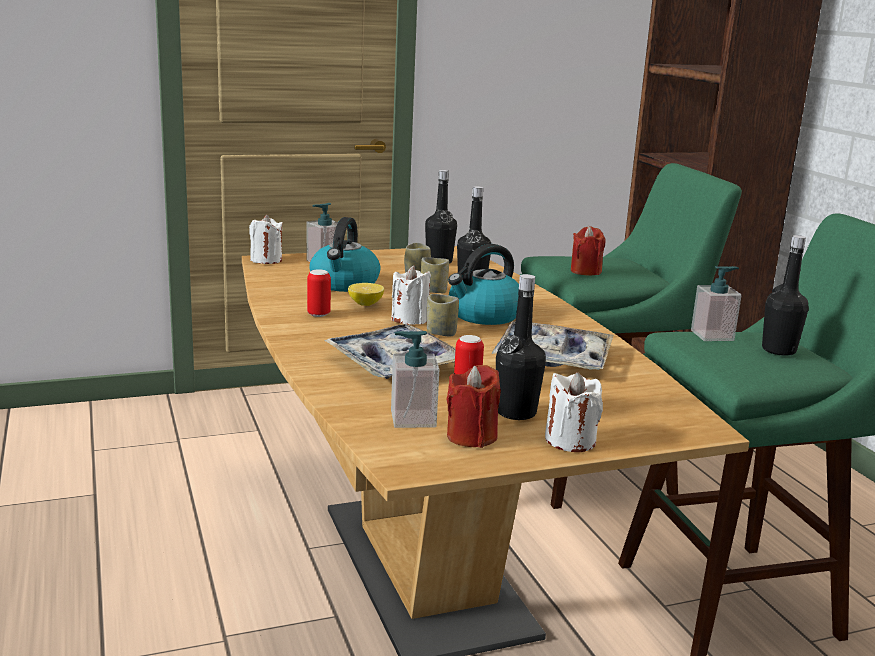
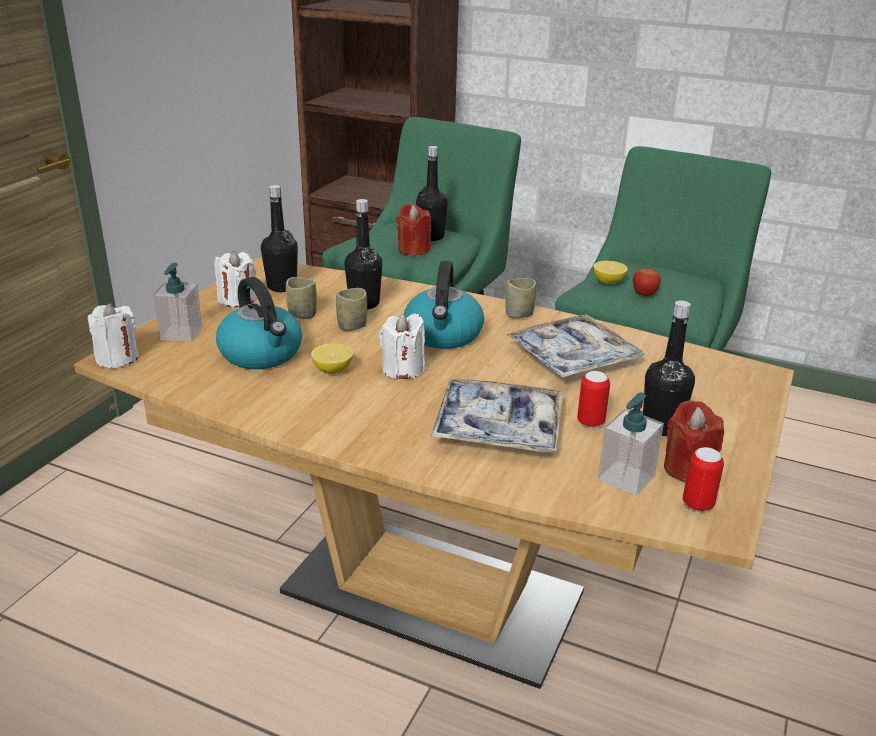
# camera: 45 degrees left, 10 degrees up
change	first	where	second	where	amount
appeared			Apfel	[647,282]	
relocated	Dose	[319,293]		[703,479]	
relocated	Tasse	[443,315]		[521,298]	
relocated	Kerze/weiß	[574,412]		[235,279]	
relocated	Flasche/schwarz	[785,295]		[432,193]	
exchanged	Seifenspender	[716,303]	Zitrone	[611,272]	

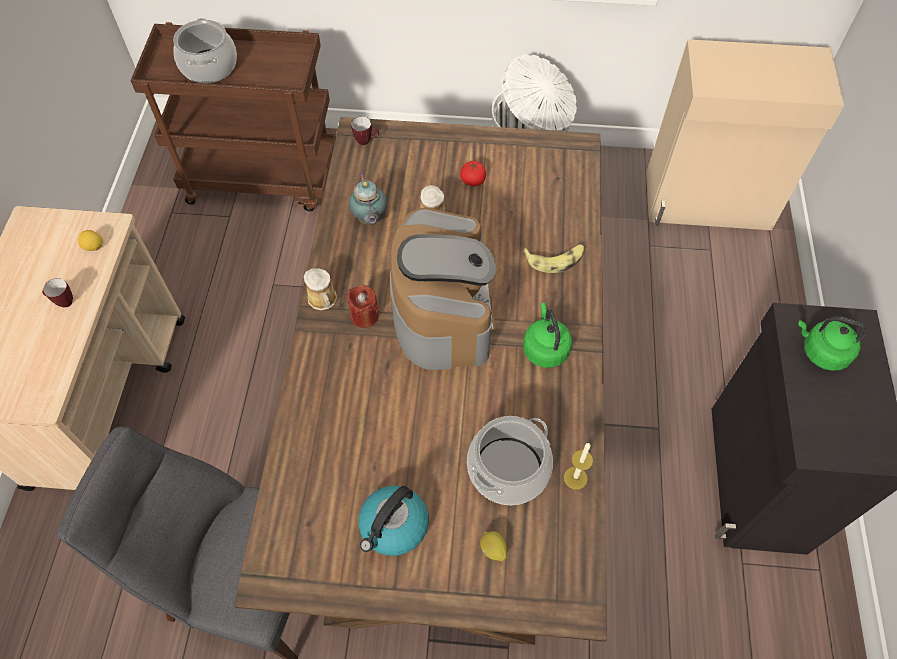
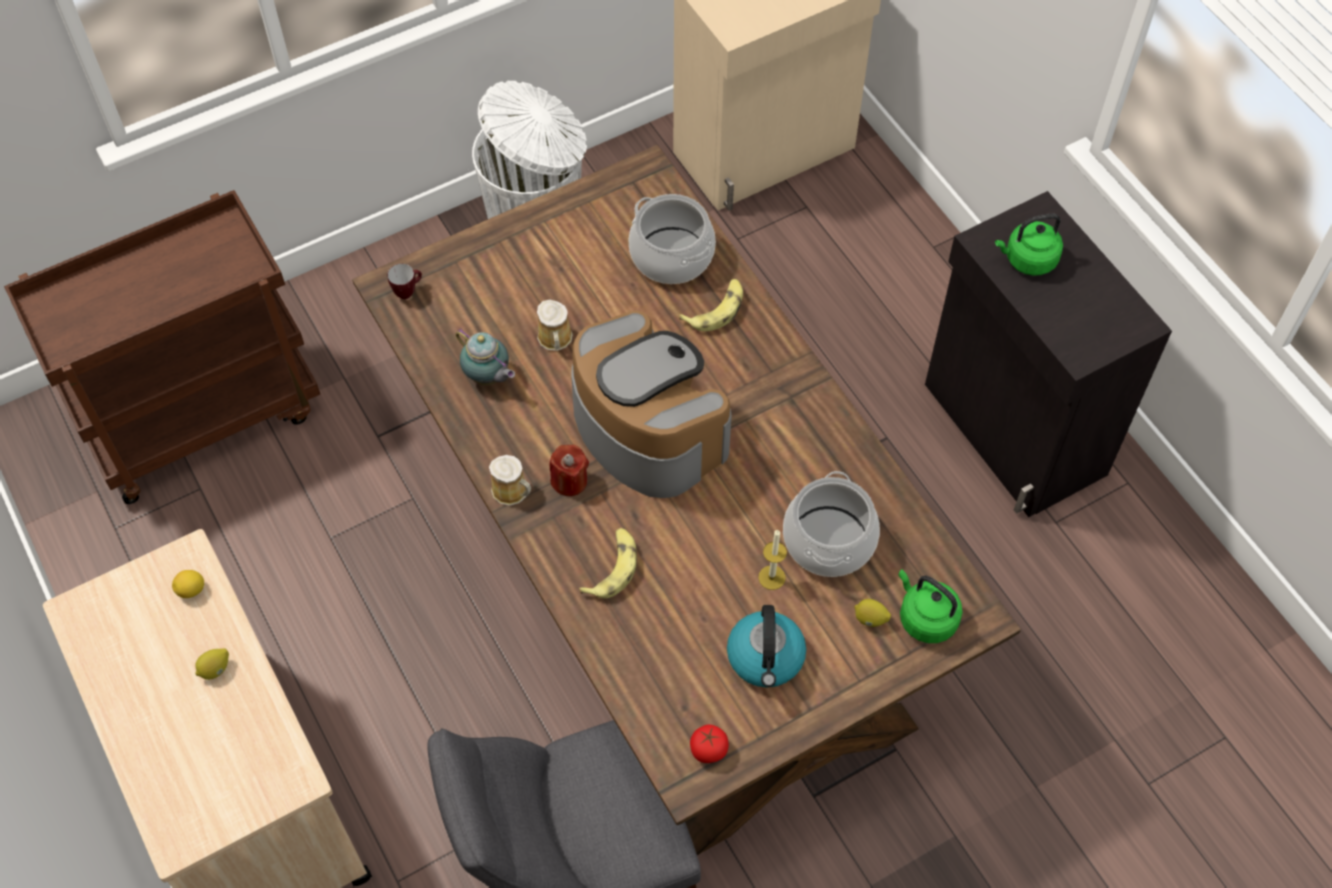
# camera: 35 degrees left, 0 degrees up
change	first	where	second	where	amount
appeared			Banane	[608,563]	
relocated	Kochtopf	[205,50]		[672,239]	
relocated	Tomate	[473,173]		[709,744]	
relocated	Wasserkessel/grün	[547,335]		[930,606]	
relocated	Kerze	[578,466]		[772,560]	
exchanged	Henkelbecher	[57,293]	Zitrone	[212,664]	

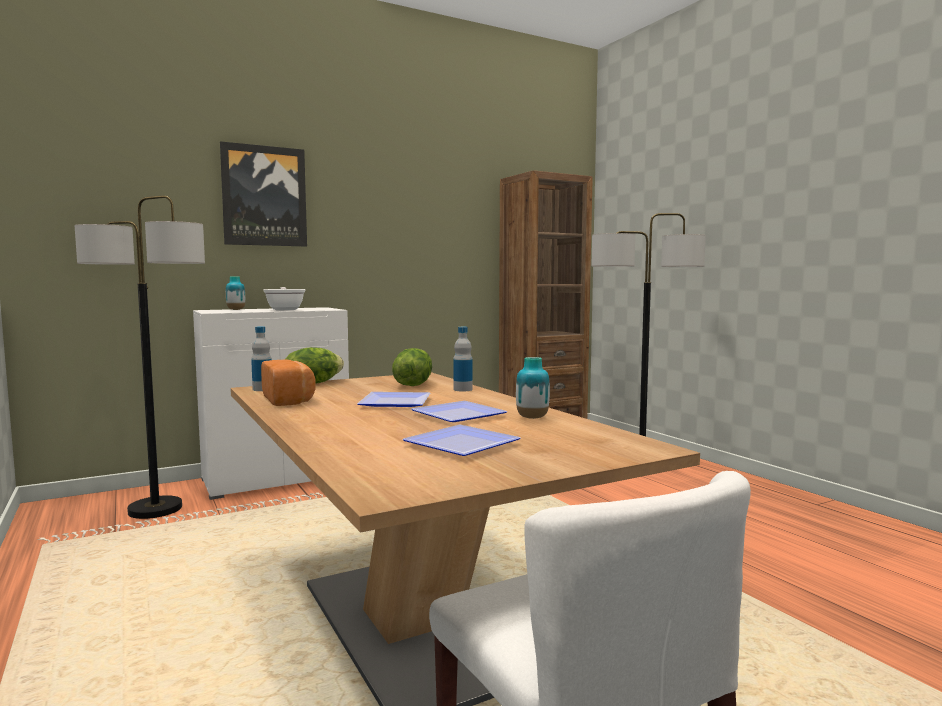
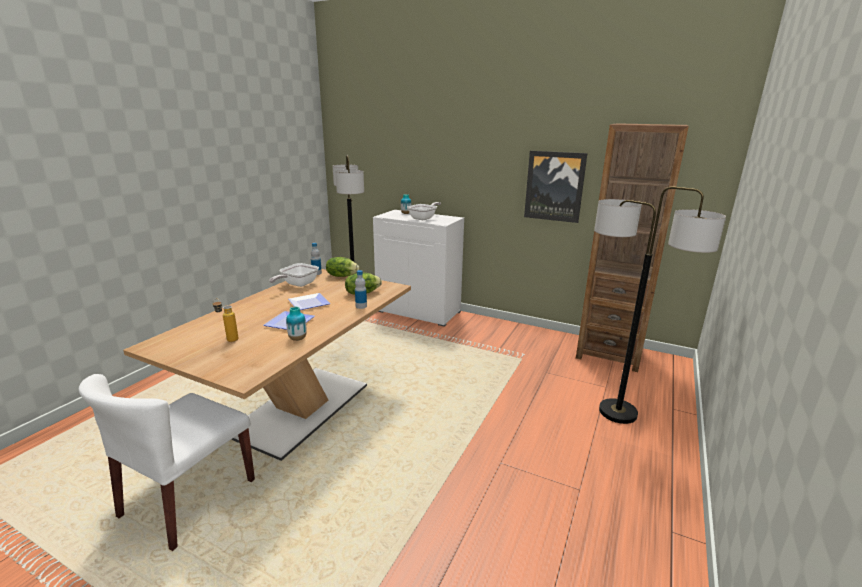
# camera: 55 degrees right, 15 degrees up
change	first	where	second	where	amount
relocated	Bild	[263,194]		[555,187]	
exchanged	Brot	[288,382]	Pfanne	[294,275]	
exchanged	Teller	[461,440]	Flasche	[226,320]	

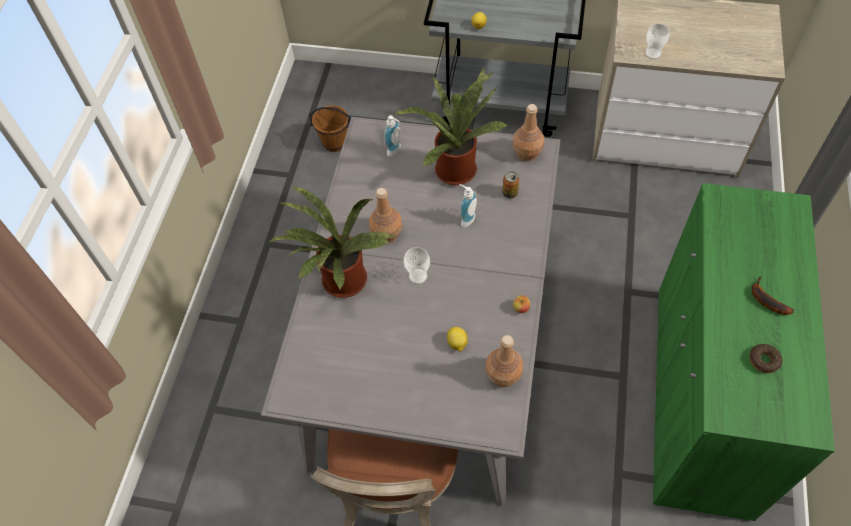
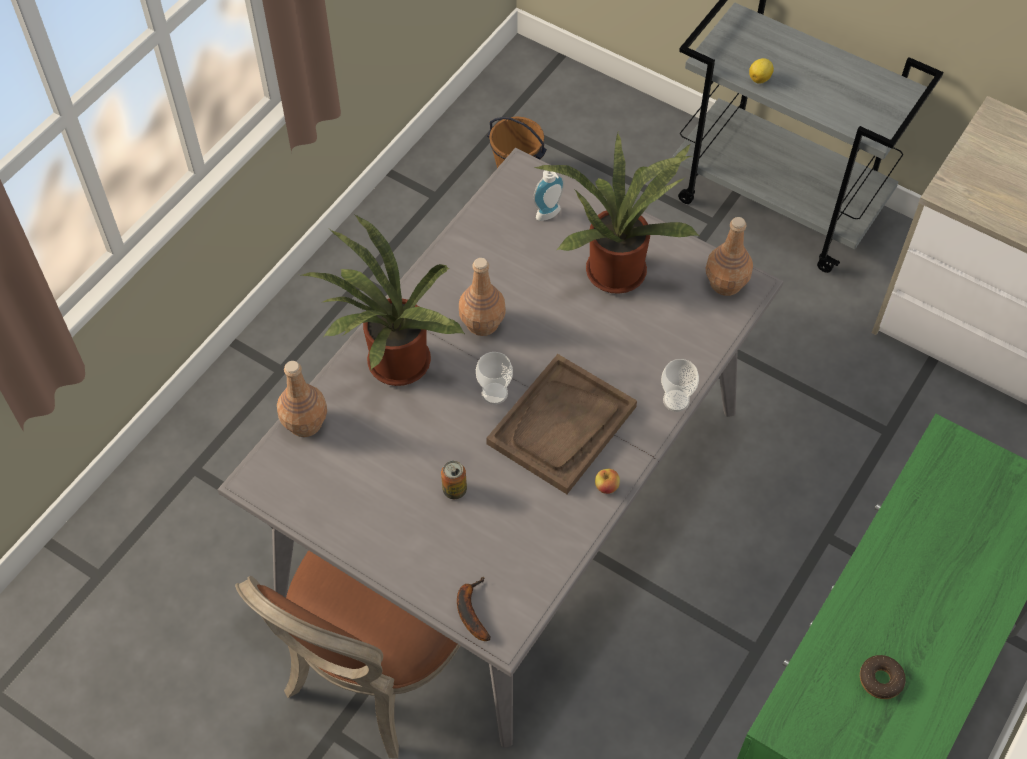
# camera: 20 degrees right, 0 degrees up
change	first	where	second	where	amount
missing	Zitrone	[457,339]			
missing	Seifenspender	[468,206]			
appeared			Tablett/braun	[561,424]	
relocated	Flasche/braun	[504,361]		[302,399]	
relocated	Dose	[510,184]		[454,480]	
relocated	Tasse	[657,41]		[680,385]	
relocated	Banane	[773,295]		[473,609]	

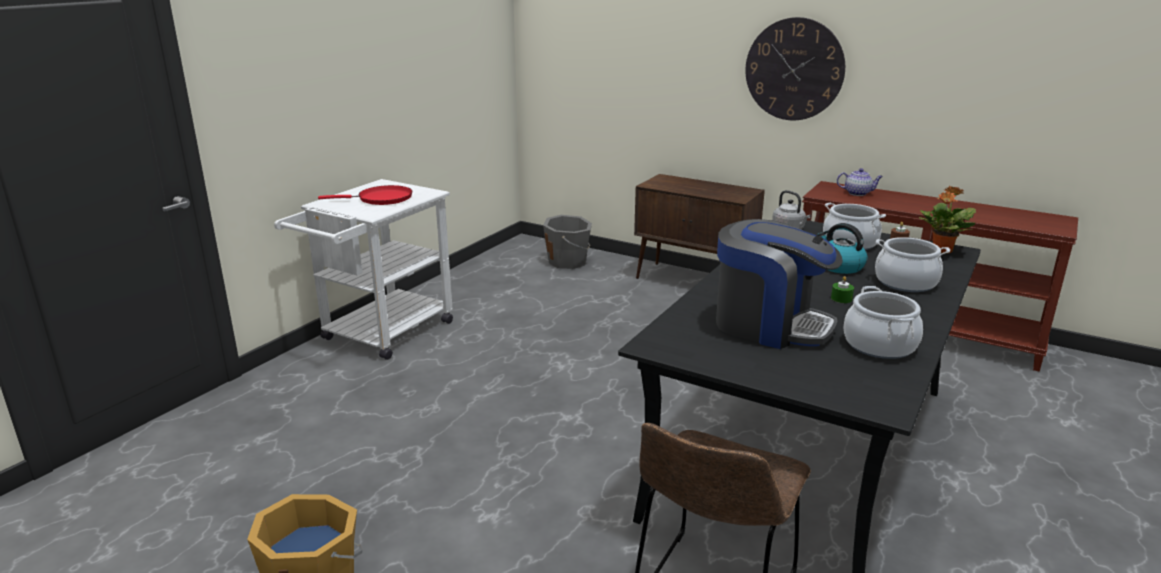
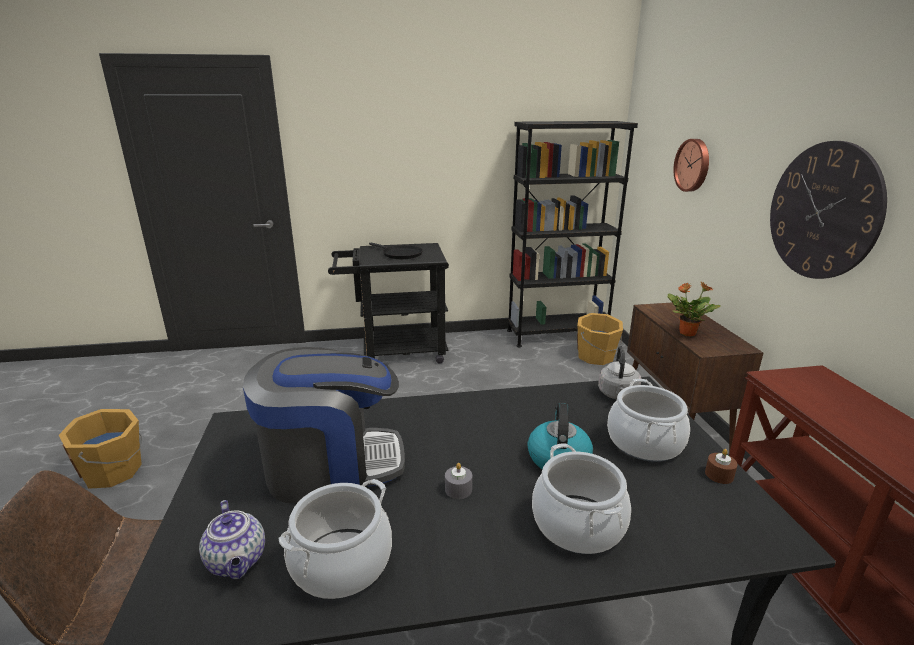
# camera: 50 degrees right, 0 degrees up
change	first	where	second	where	amount
appeared			Bücherregal/schwarz	[572,234]	
appeared			Wanduhr	[691,165]	
relocated	Teekanne	[860,182]		[232,539]	
relocated	Topfpflanze	[947,220]		[694,308]	
colour	Rollwagen/weiß	[363,269]	Rollwagen/schwarz	[388,303]	
colour	Pfanne/rot	[365,195]	Pfanne/schwarz	[396,251]	
colour	Eimer/grau	[567,242]	Eimer/orange	[600,339]	
colour	Kerze/grün	[842,289]	Kerze/grau	[458,481]	
spun	Kaffeemaschine	[779,284]		[324,425]	90 degrees counterclockwise

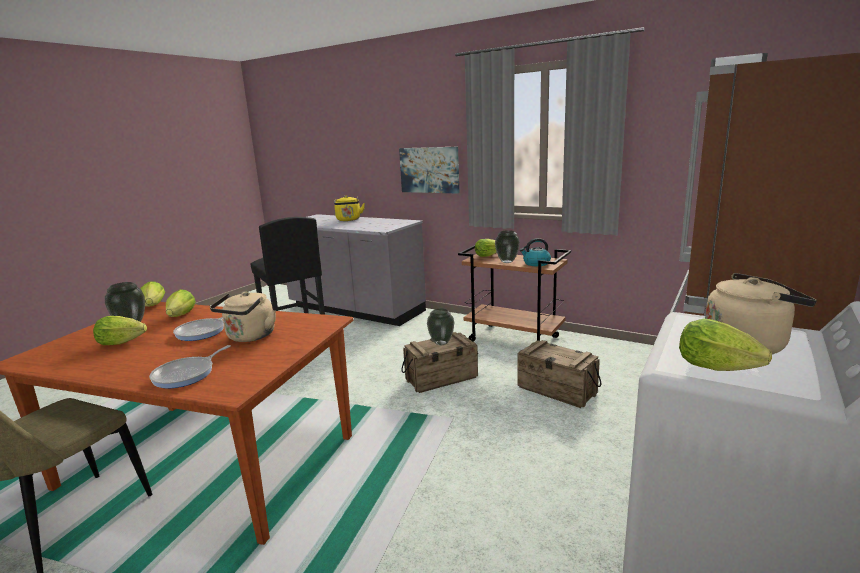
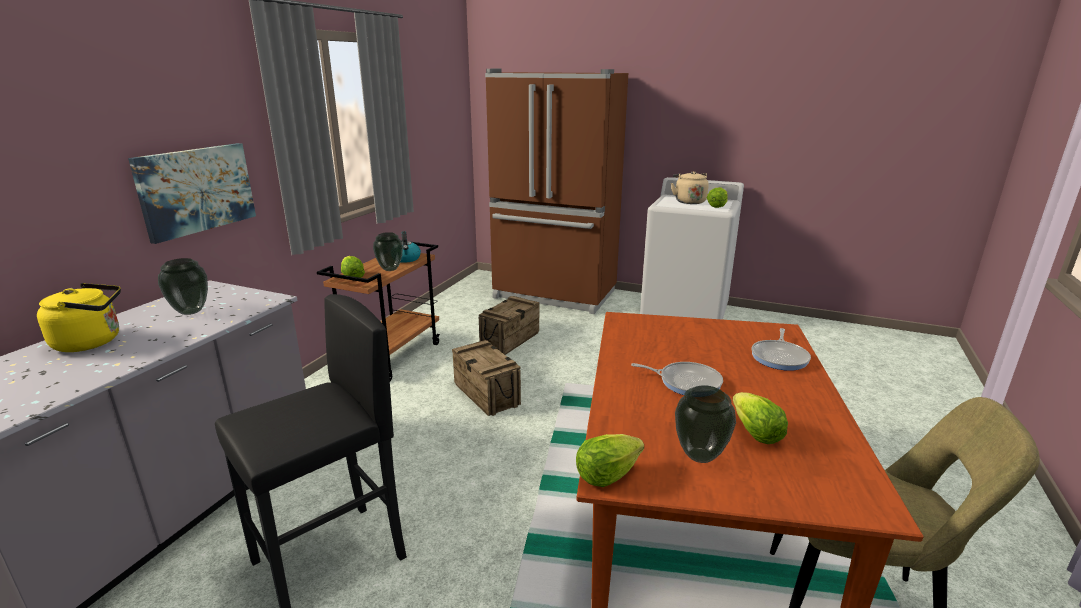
# camera: 100 degrees left, 5 degrees up
change	first	where	second	where	amount
missing	Salatkopf	[181,303]			
missing	Wasserkessel/beige	[243,317]			
relocated	Vase	[440,327]		[183,286]	
spun	Pfanne	[190,366]		[781,349]	90 degrees clockwise

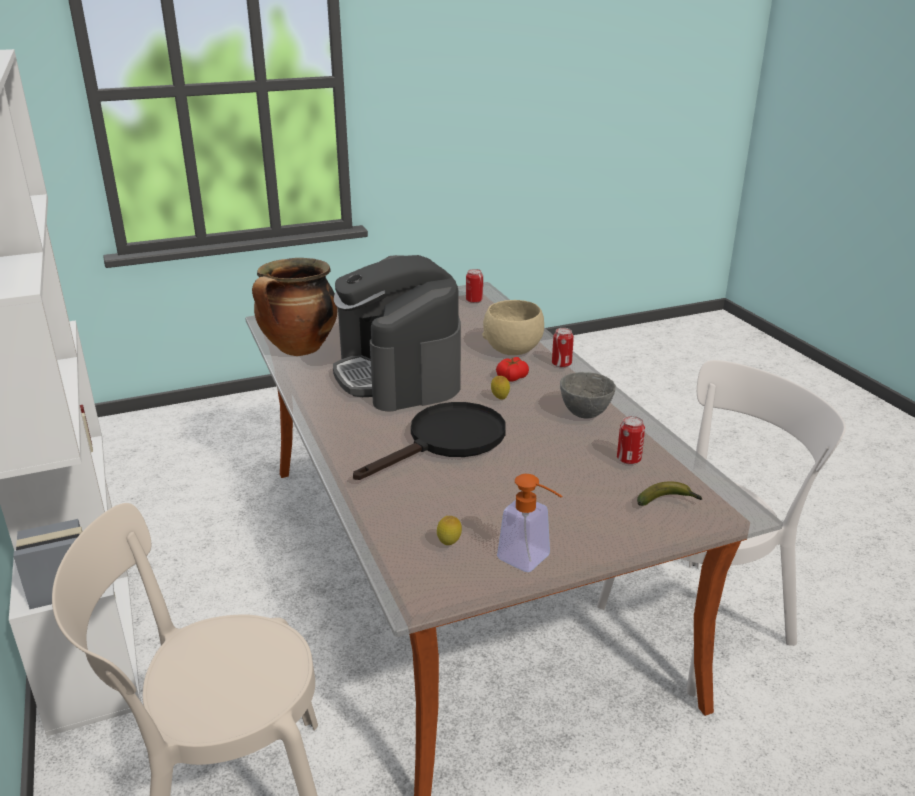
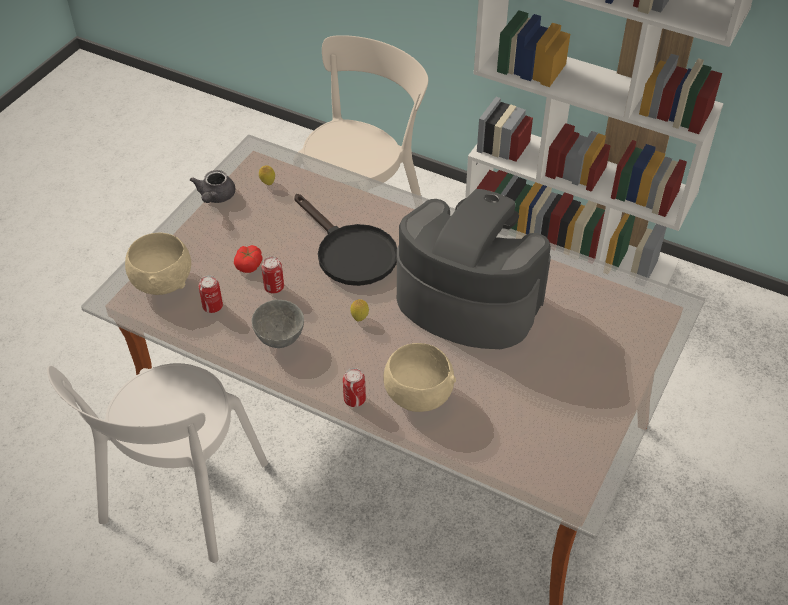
# camera: 140 degrees right, 20 degrees up
change	first	where	second	where	amount
missing	Kochtopf	[295,307]			
relocated	Dose	[474,286]		[273,275]	
relocated	Tomate	[512,369]		[248,259]	
exchanged	Seifenspender	[529,523]	Teekanne/grau	[212,186]	
exchanged	Banane	[670,493]	Schüssel/beige	[158,264]	
spun	Pfanne/schwarz	[429,441]		[345,240]	45 degrees counterclockwise

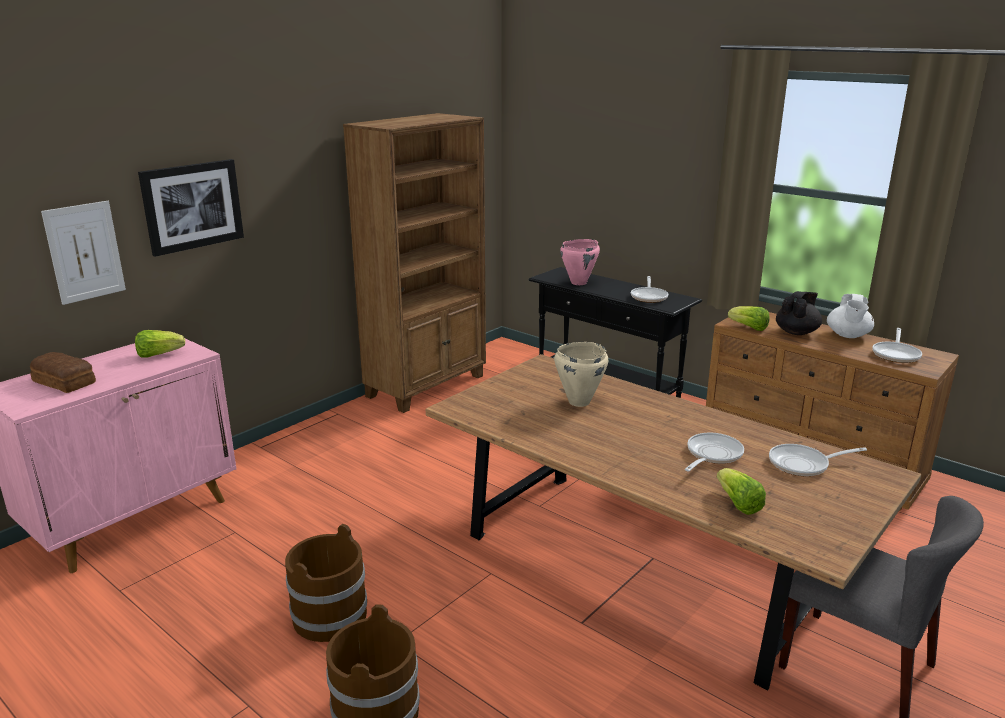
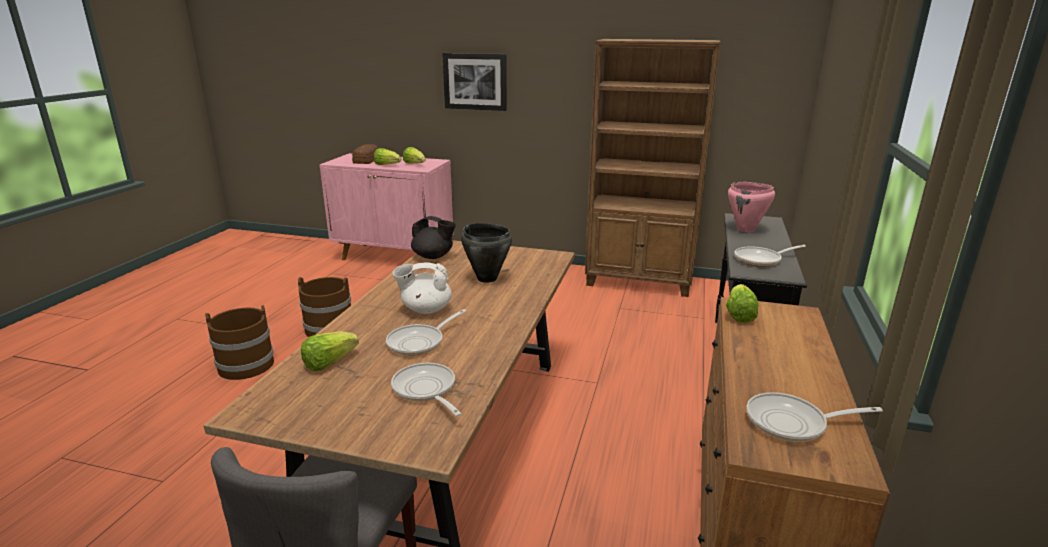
# camera: 65 degrees right, 0 degrees up
change	first	where	second	where	amount
missing	Bild	[83,253]			
appeared			Salatkopf	[387,156]	
relocated	Teekanne/schwarz	[799,313]		[433,237]	
relocated	Teekanne/weiß	[850,316]		[422,288]	
colour	Kochtopf/beige	[581,374]	Kochtopf/schwarz	[486,253]	
spun	Pfanne	[714,452]		[426,332]	120 degrees clockwise

